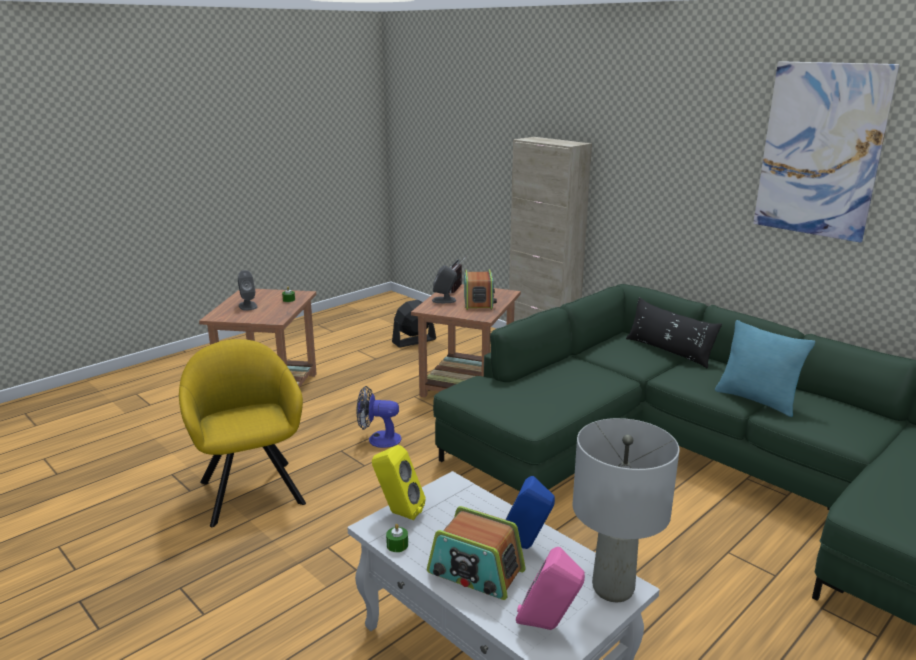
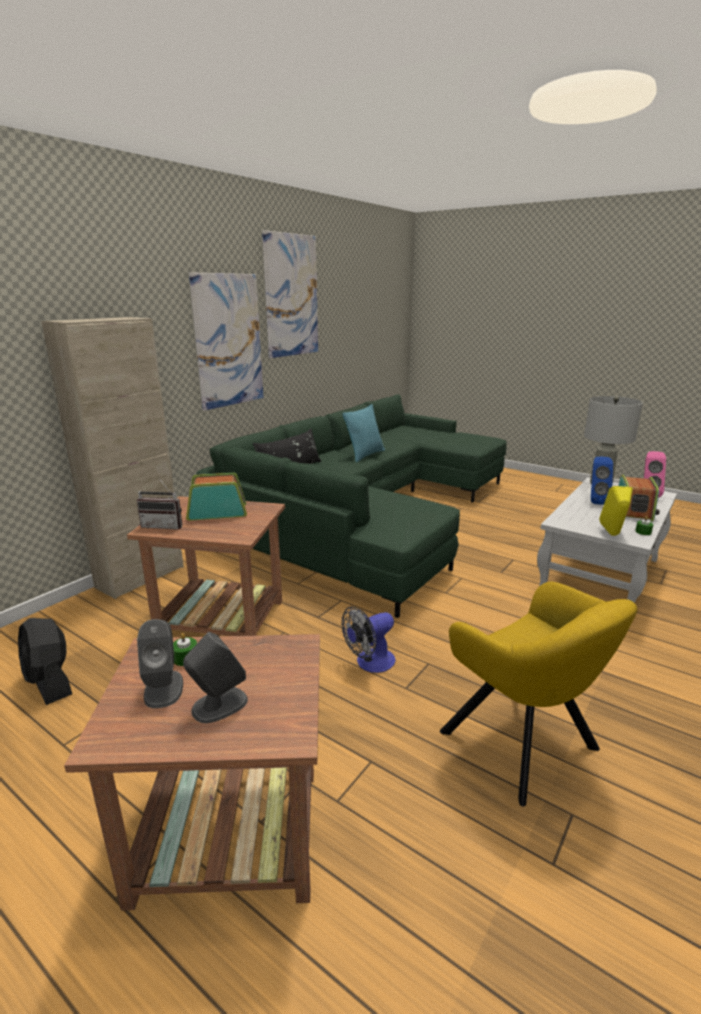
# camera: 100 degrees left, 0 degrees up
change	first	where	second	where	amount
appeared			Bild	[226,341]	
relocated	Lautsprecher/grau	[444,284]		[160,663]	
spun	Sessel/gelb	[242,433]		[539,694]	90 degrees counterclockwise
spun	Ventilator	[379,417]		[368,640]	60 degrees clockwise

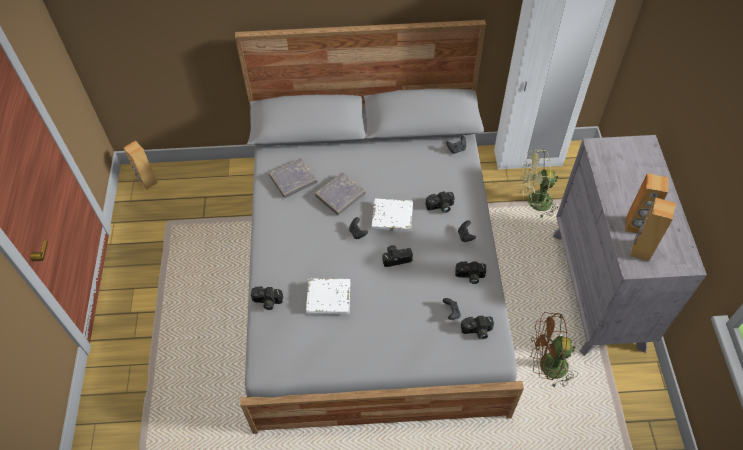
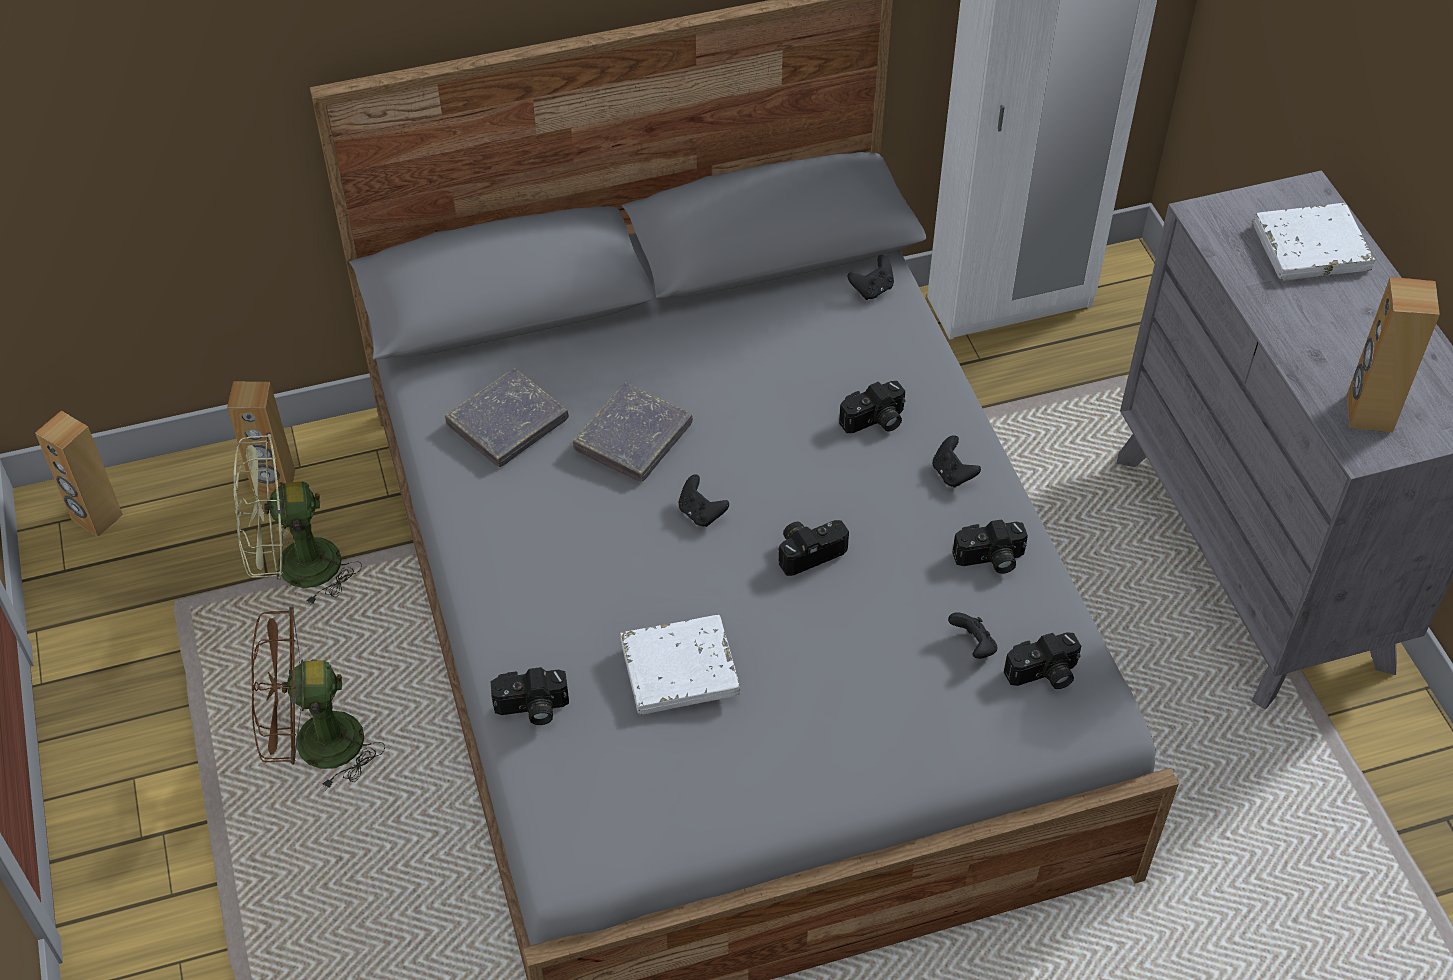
# camera: 15 degrees left, 5 degrees down
change	first	where	second	where	amount
relocated	Buch/weiß	[392,215]		[1314,242]	
relocated	Ventilator/grün	[539,183]		[298,520]	
relocated	Ventilator/braun	[554,350]		[318,699]	
relocated	Lautsprecher/braun	[646,203]		[261,438]	

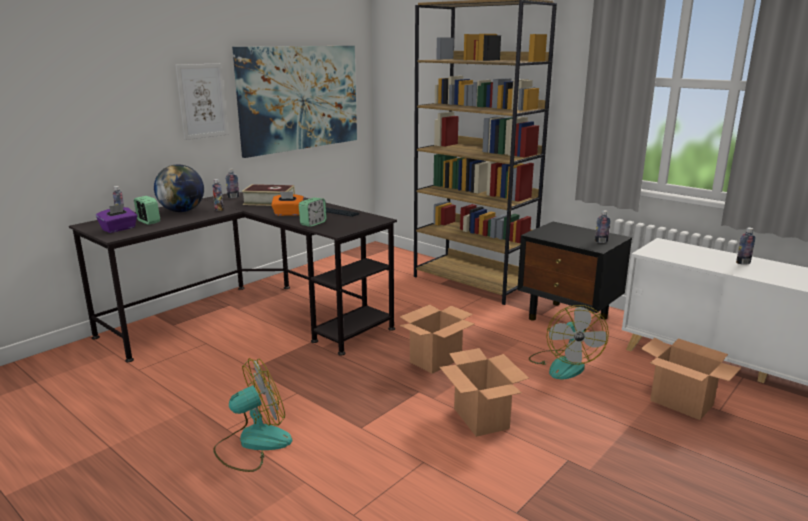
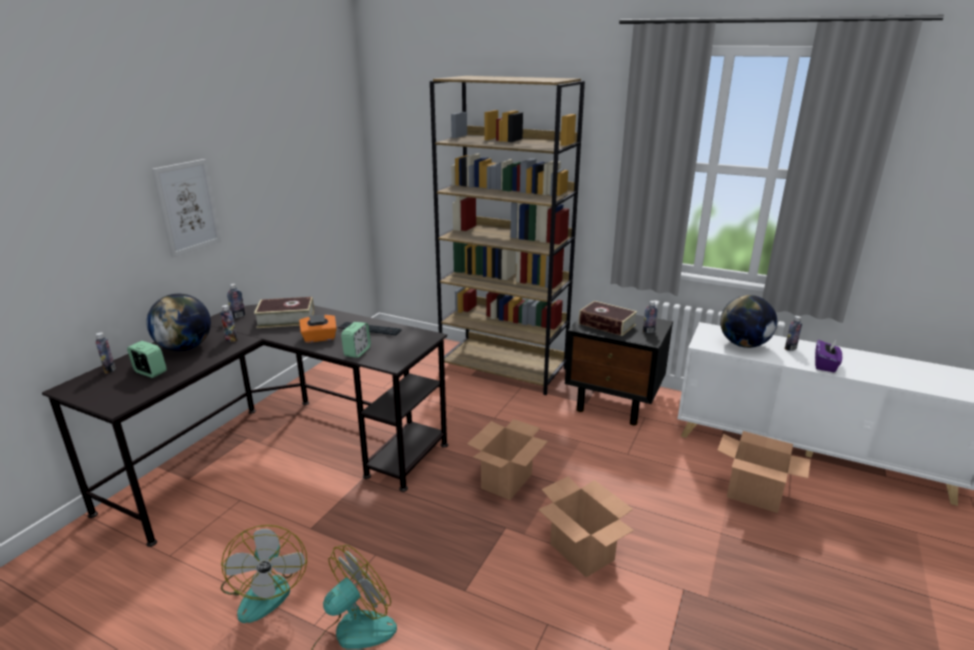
# camera: 15 degrees left, 5 degrees up
change	first	where	second	where	amount
missing	Bild	[294,102]			
appeared			Buch	[608,318]	
appeared			Globus	[748,321]	
relocated	Taschentuchbox/lila	[116,218]		[828,356]	
relocated	Ventilator	[569,342]		[264,574]	

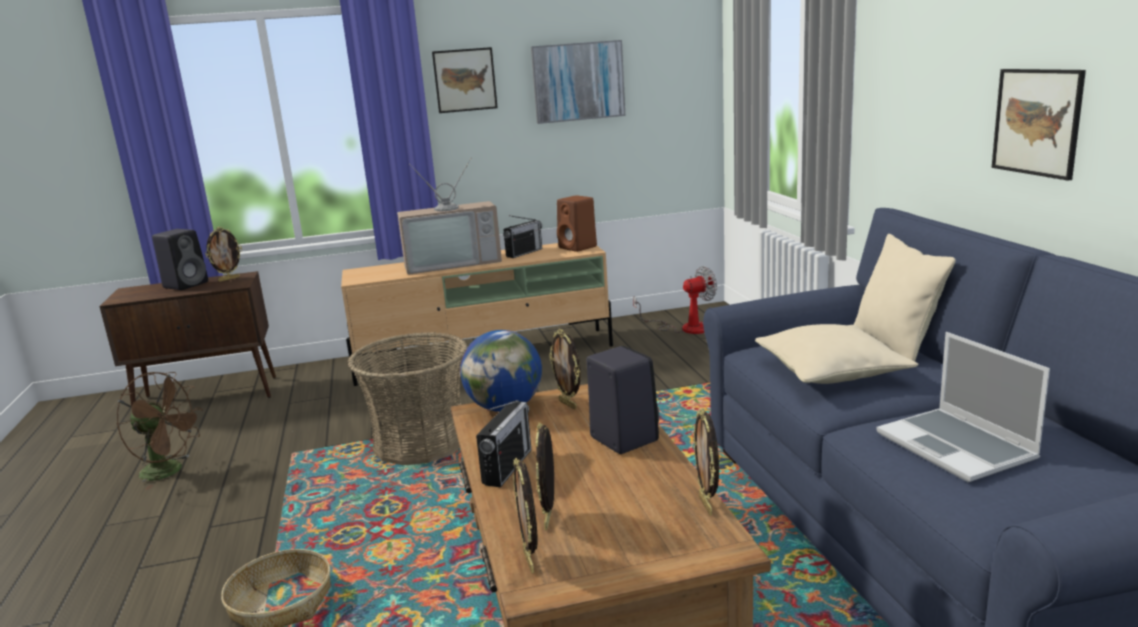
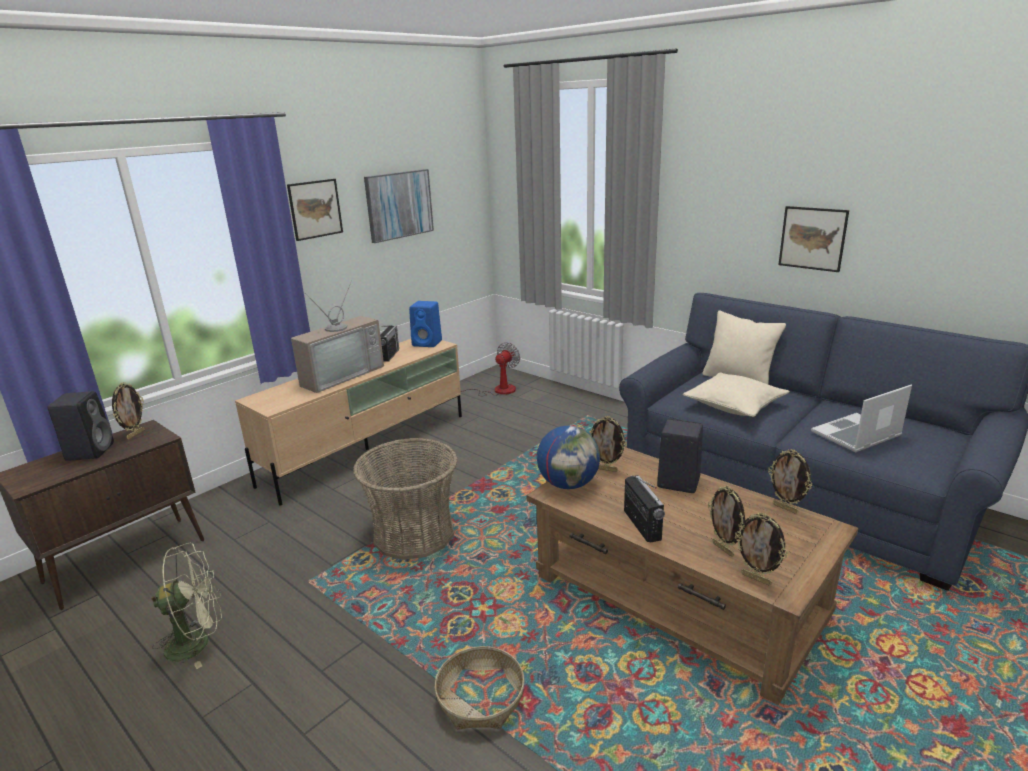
# camera: 35 degrees left, 5 degrees up
change	first	where	second	where	amount
colour	Ventilator/braun	[160,431]	Ventilator/grün	[186,606]	
colour	Lautsprecher/braun	[577,223]	Lautsprecher/blau	[425,324]	
spun	Laptop	[963,407]		[861,418]	120 degrees clockwise

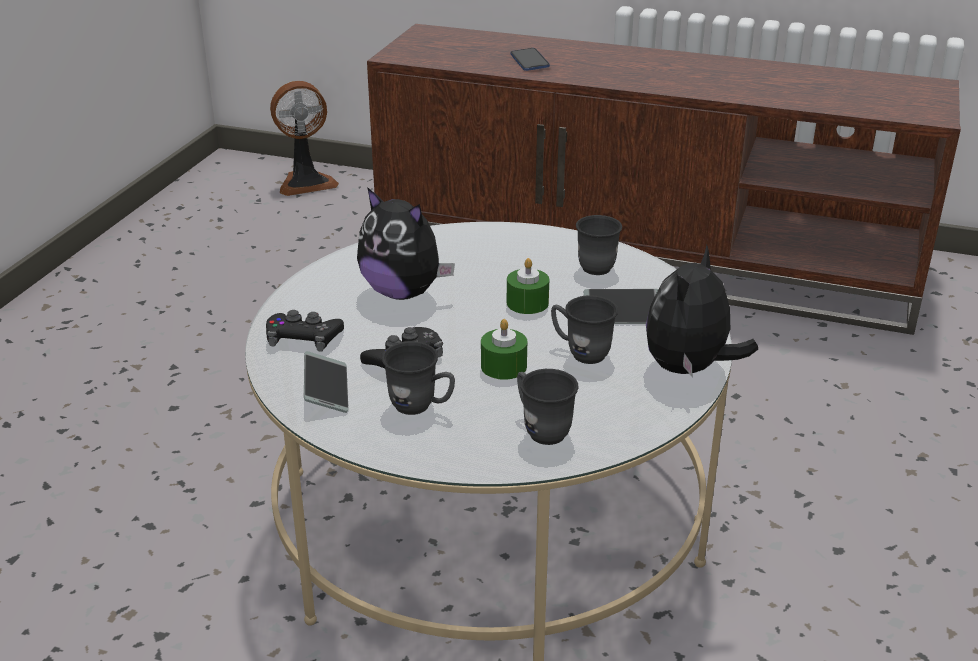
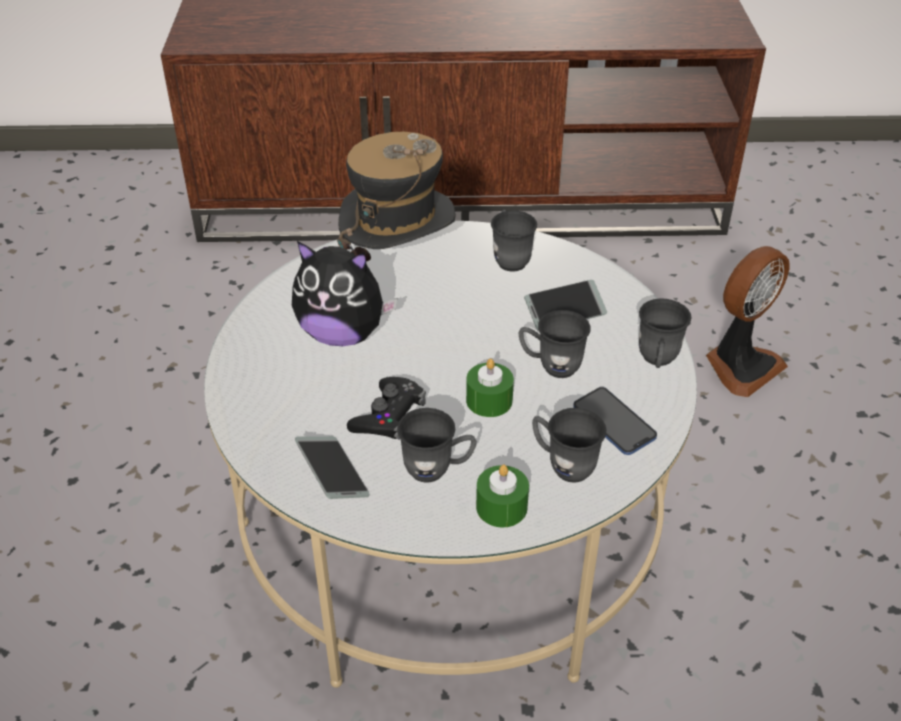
# camera: 20 degrees left, 10 degrees up
change	first	where	second	where	amount
missing	Gamepad/schwarz	[305,331]			
appeared			Hut	[396,196]	
relocated	Ventilator	[304,138]		[747,321]	
relocated	Kerze/grün	[528,286]		[502,496]	
relocated	Handy	[530,59]		[615,421]	
exchanged	Plüschtier	[702,310]	Henkelbecher/grau	[665,333]	

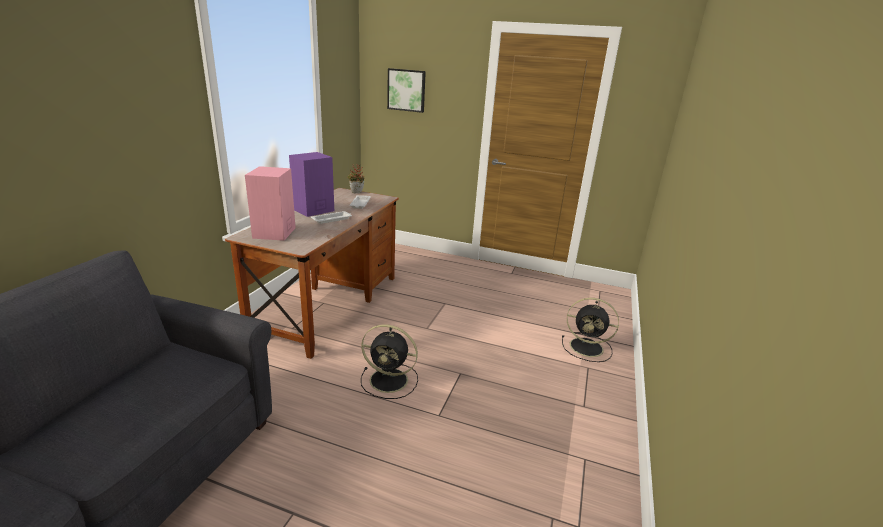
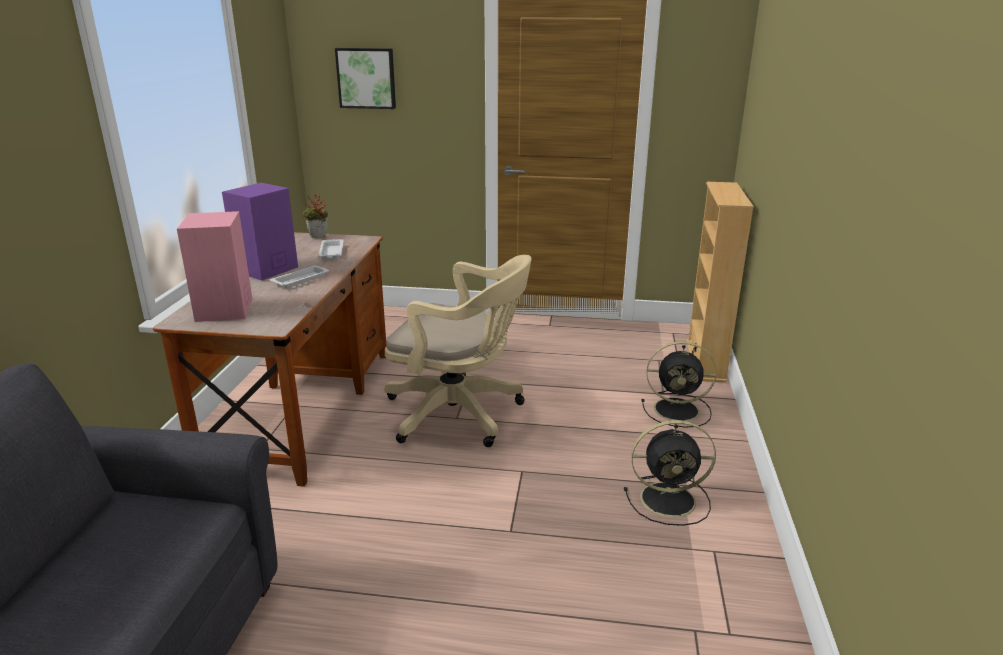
# camera: 10 degrees left, 0 degrees up
change	first	where	second	where	amount
appeared			Bürostuhl/beige	[458,351]	
appeared			Bücherregal/beige	[720,282]	
relocated	Ventilator/schwarz	[389,361]		[670,473]	

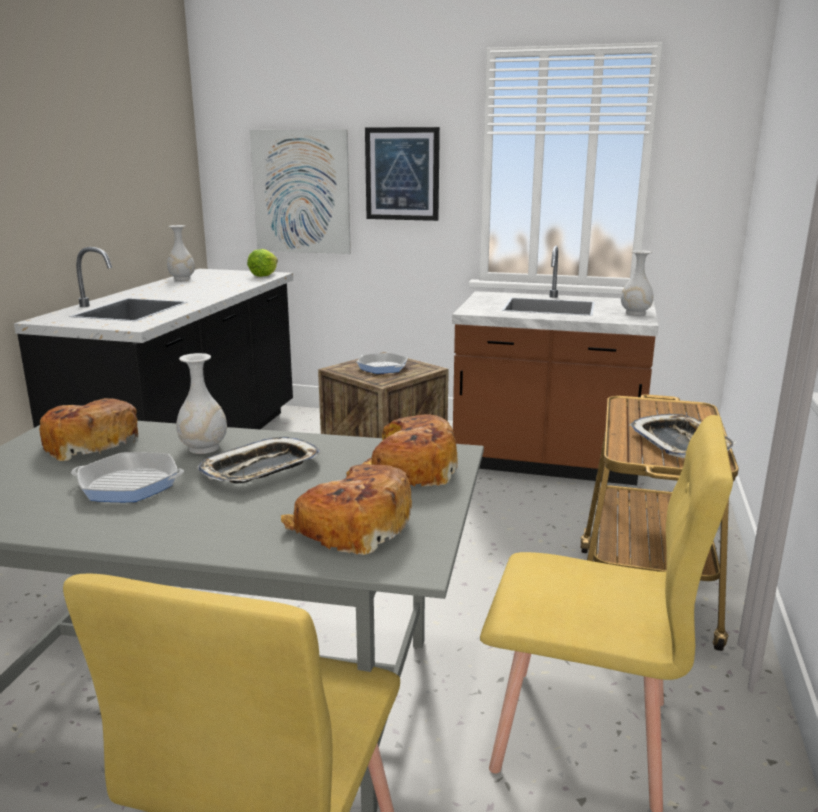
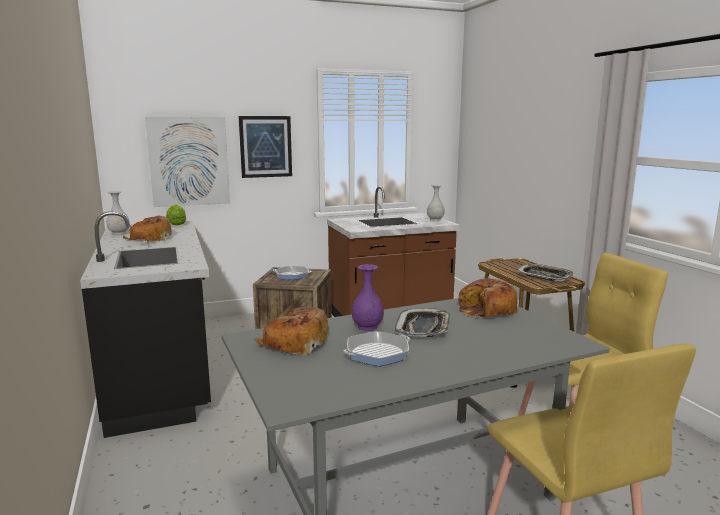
# camera: 35 degrees left, 5 degrees down
change	first	where	second	where	amount
relocated	Brot	[346,509]		[147,228]	
colour	Vase/weiß	[201,403]	Vase/lila	[368,297]	

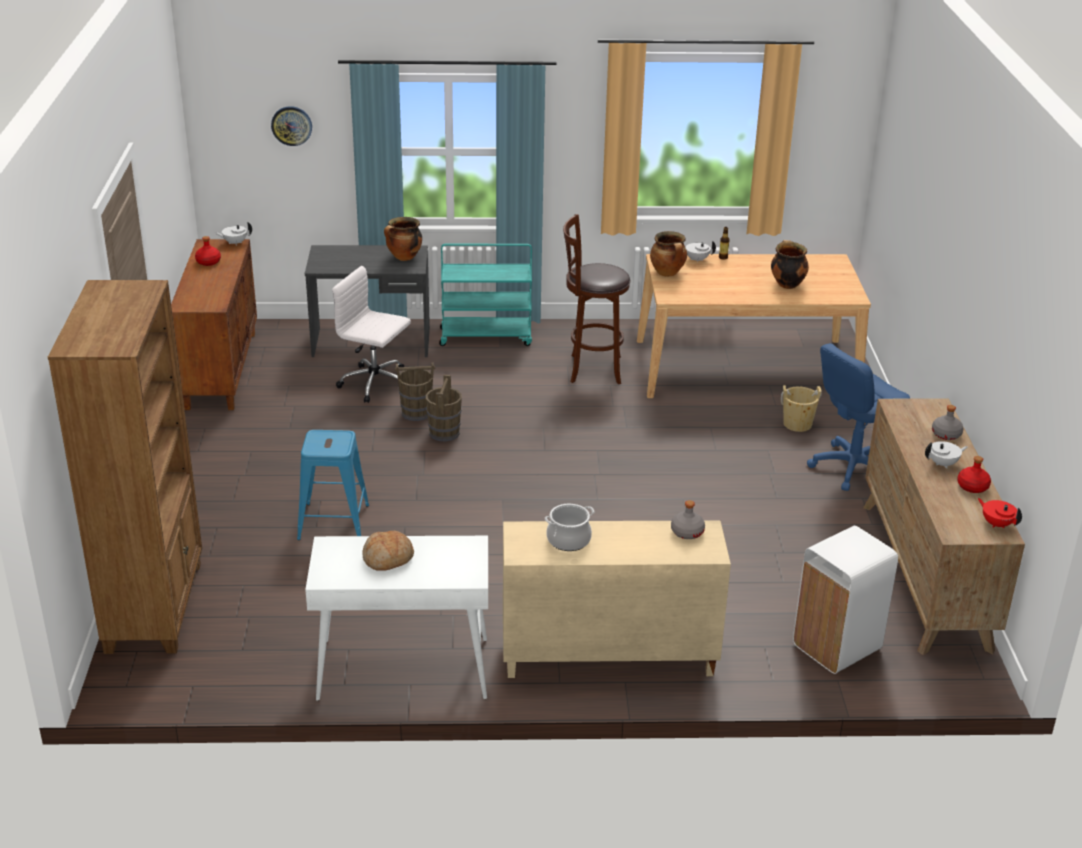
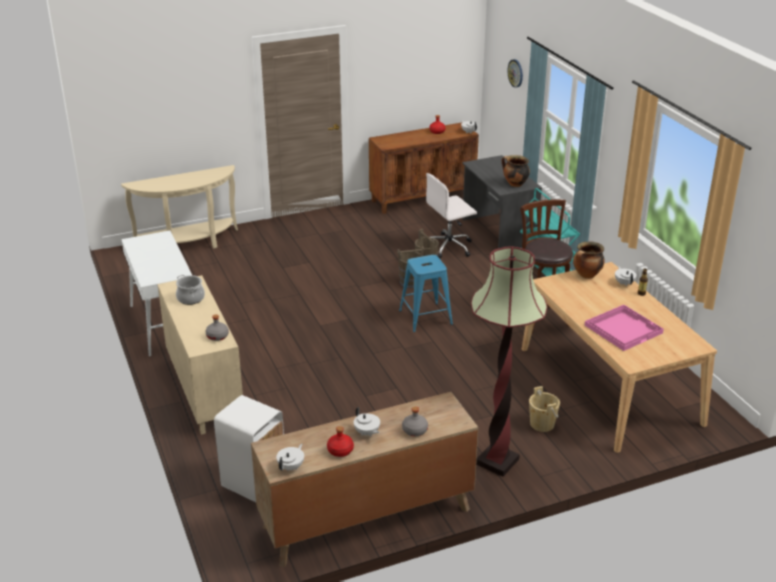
# camera: 70 degrees right, 0 degrees up
change	first	where	second	where	amount
missing	Brot	[388,551]			
relocated	Hocker/blau	[333,485]		[426,293]	
exchanged	Bücherregal/braun	[125,467]	Konsolentisch/beige	[179,206]	
exchanged	Kochtopf	[790,264]	Tablett/rosa	[624,328]	
exchanged	Bürostuhl/blau	[858,417]	Stehlampe	[509,361]	
colour	Teekanne/rot	[1000,513]	Teekanne/weiß	[290,457]	
spun	Bürostuhl/weiß	[371,334]		[451,216]	120 degrees counterclockwise

